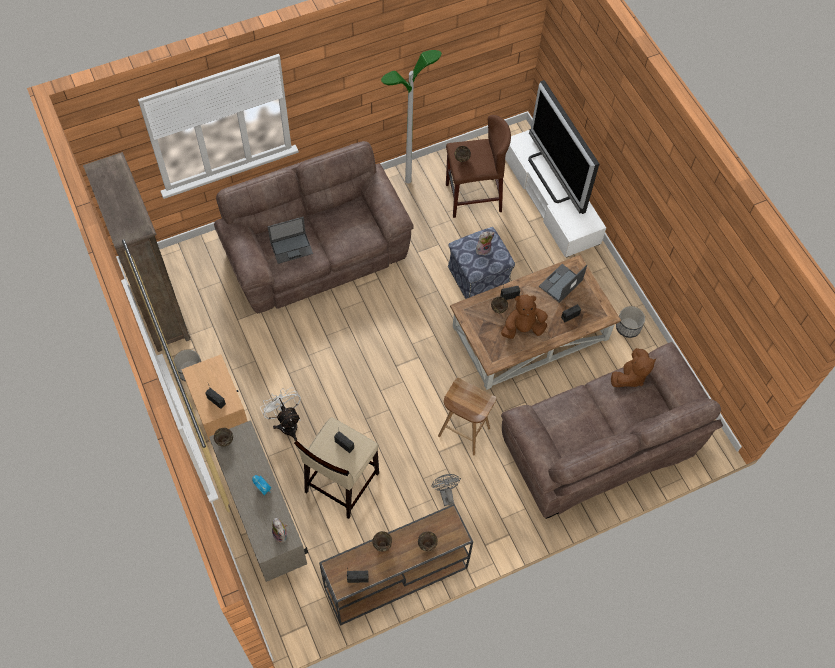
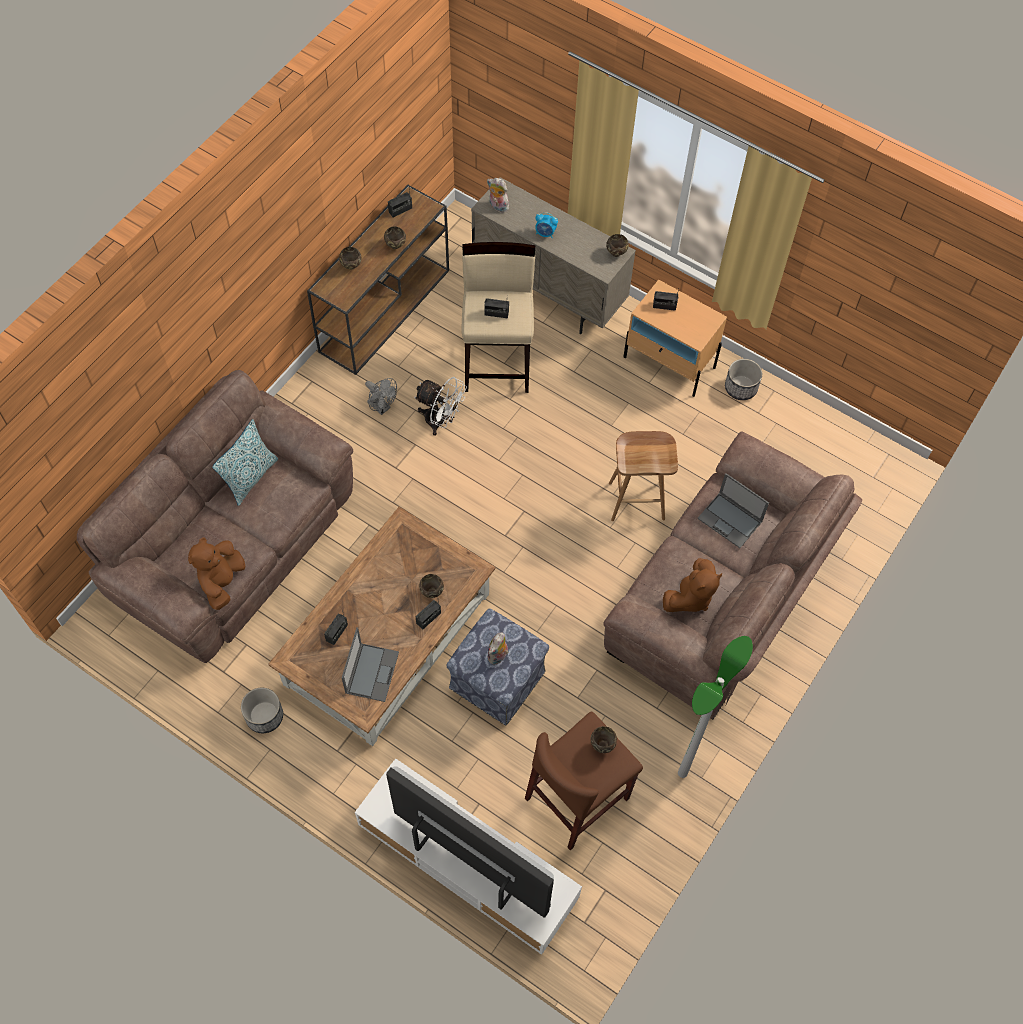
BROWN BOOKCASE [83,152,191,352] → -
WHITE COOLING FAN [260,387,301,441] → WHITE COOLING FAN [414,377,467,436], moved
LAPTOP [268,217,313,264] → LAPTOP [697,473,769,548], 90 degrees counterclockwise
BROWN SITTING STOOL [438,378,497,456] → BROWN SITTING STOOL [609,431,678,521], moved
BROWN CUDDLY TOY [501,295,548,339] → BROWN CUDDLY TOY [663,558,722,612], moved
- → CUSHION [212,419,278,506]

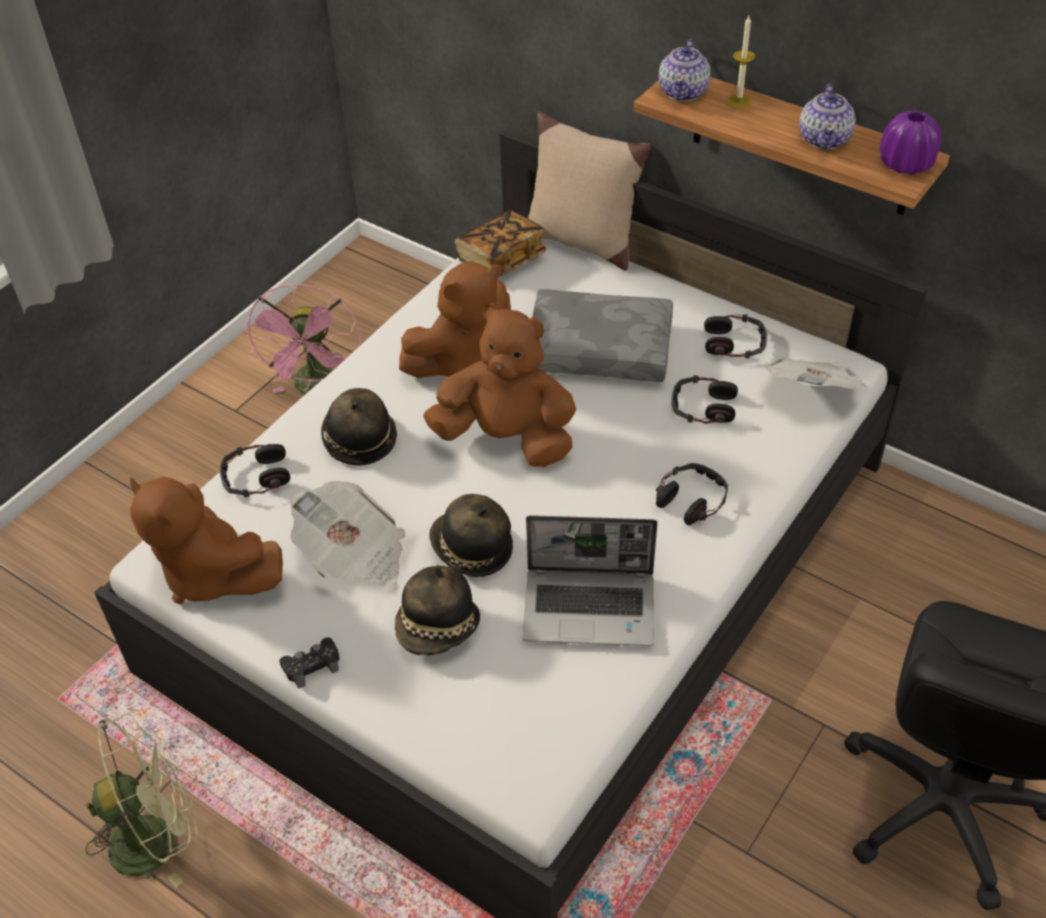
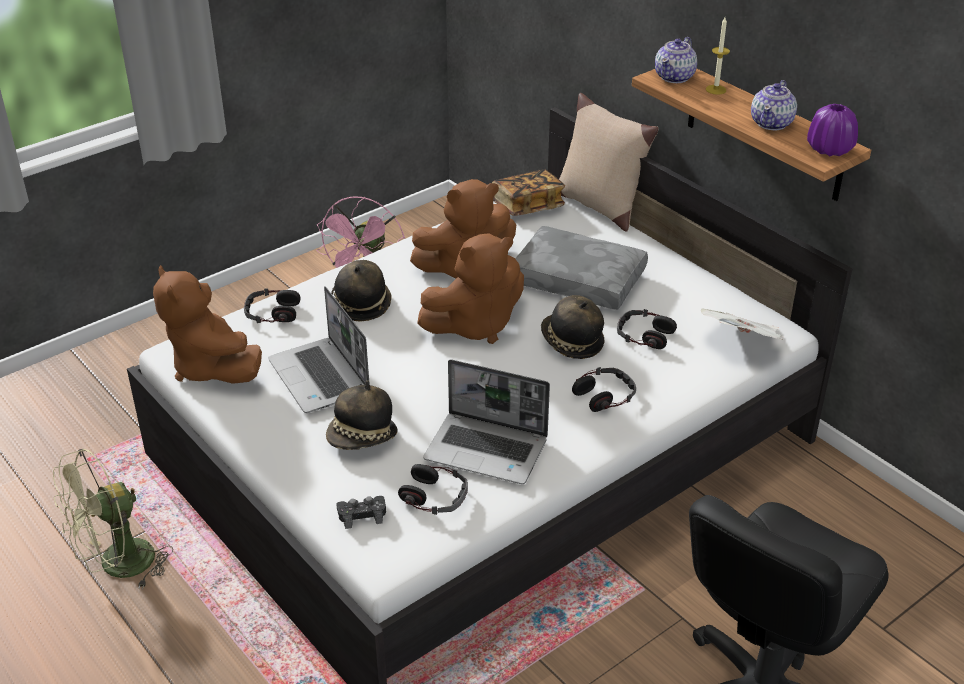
GREEN-COLOURED COOLING FAN [85,710,198,888] → GREEN-COLOURED COOLING FAN [53,448,173,589], 150 degrees clockwise
BLACK-COLOURED JOYPAD [279,637,339,688] → BLACK-COLOURED JOYPAD [336,496,386,529], moved
PRINTED PAPER [290,481,405,587] → LAPTOP [268,286,369,413]
BROWN CUDDLY TOY [423,303,576,467] → BROWN CUDDLY TOY [417,233,524,344], 120 degrees clockwise
HAT [429,494,513,577] → HAT [541,295,604,359], moved
HEADPHONES [704,314,767,358] → HEADPHONES [398,464,468,515], moved

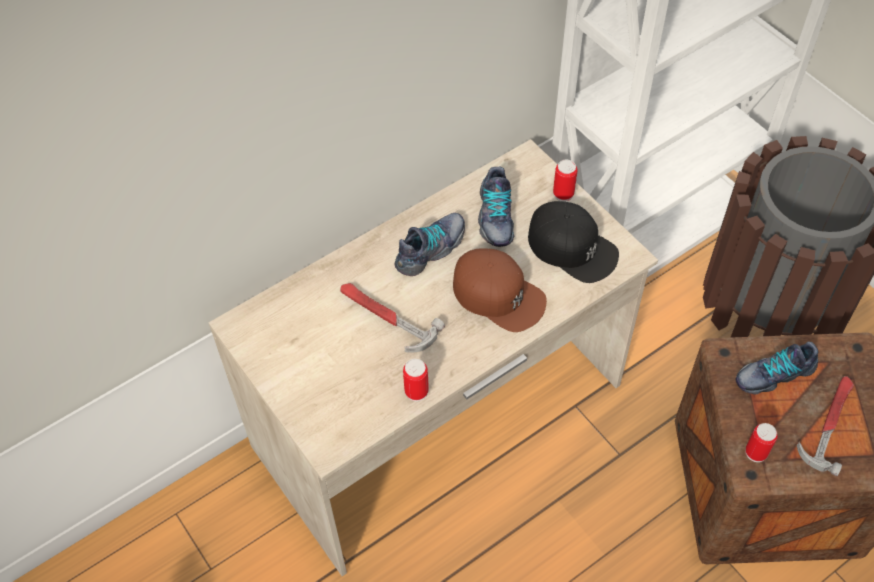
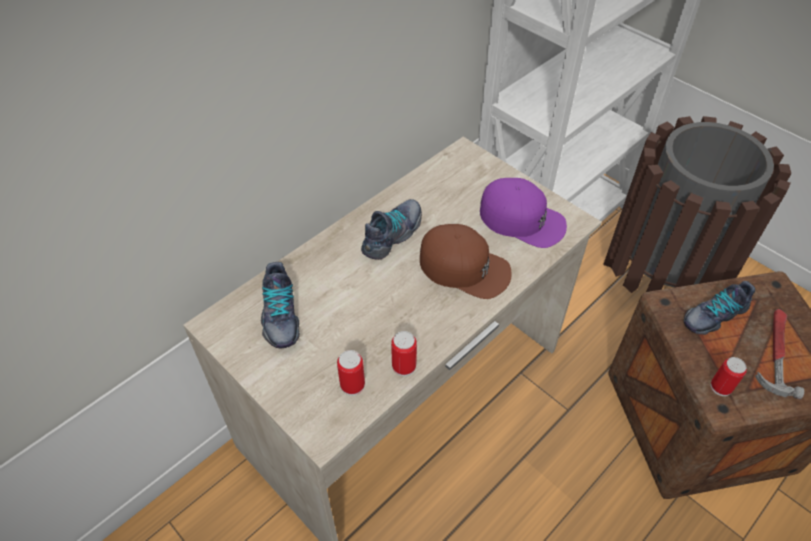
HAND HAMMER [340,283,445,353] → -
LOW SHOE [478,167,514,247] → LOW SHOE [261,262,300,349], moved
BLACK-COLOURED PEAKED CAP [528,201,619,283] → PURPLE PEAKED CAP [480,178,567,248]
METAL CAN [553,160,577,202] → METAL CAN [337,350,365,396], moved

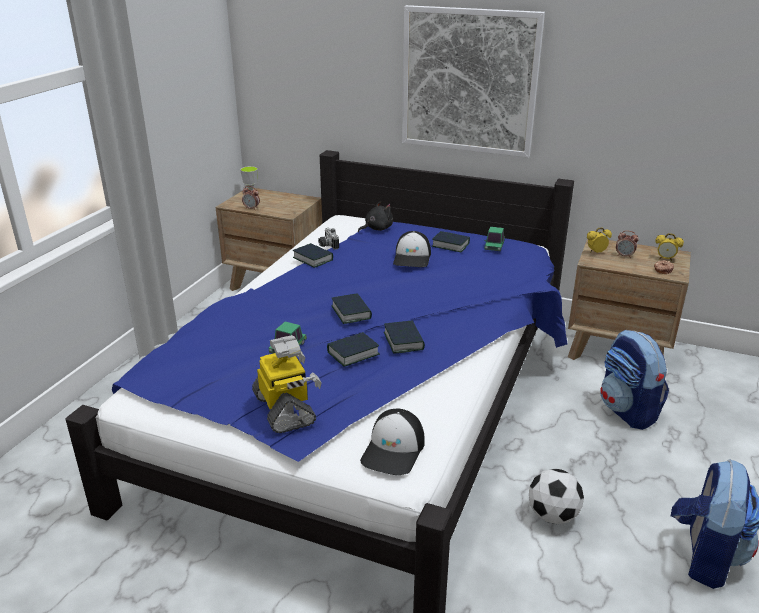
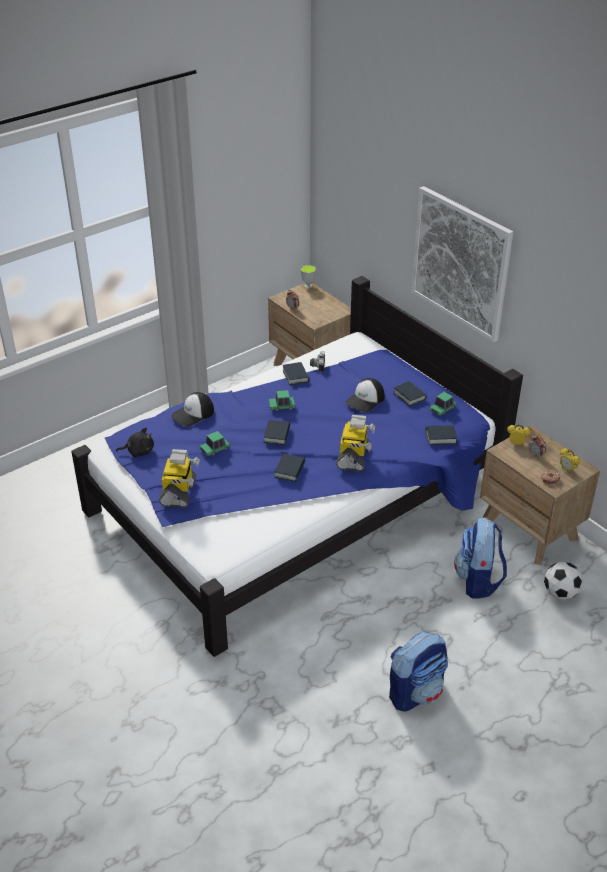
BOUND BOOK [327,332,380,367] → BOUND BOOK [425,425,457,445], moved
BLACK-COLOURED CUDDLY TOY [358,201,393,232] → BLACK-COLOURED CUDDLY TOY [116,428,154,457], moved
PEAKED CAP [360,409,425,475] → PEAKED CAP [171,392,214,426], moved
BALL FOR FOOTBALL [529,469,584,524] → BALL FOR FOOTBALL [544,562,583,600], moved
- → TOY CAR [269,390,295,411]
- → MODEL ROBOT [336,415,375,472]

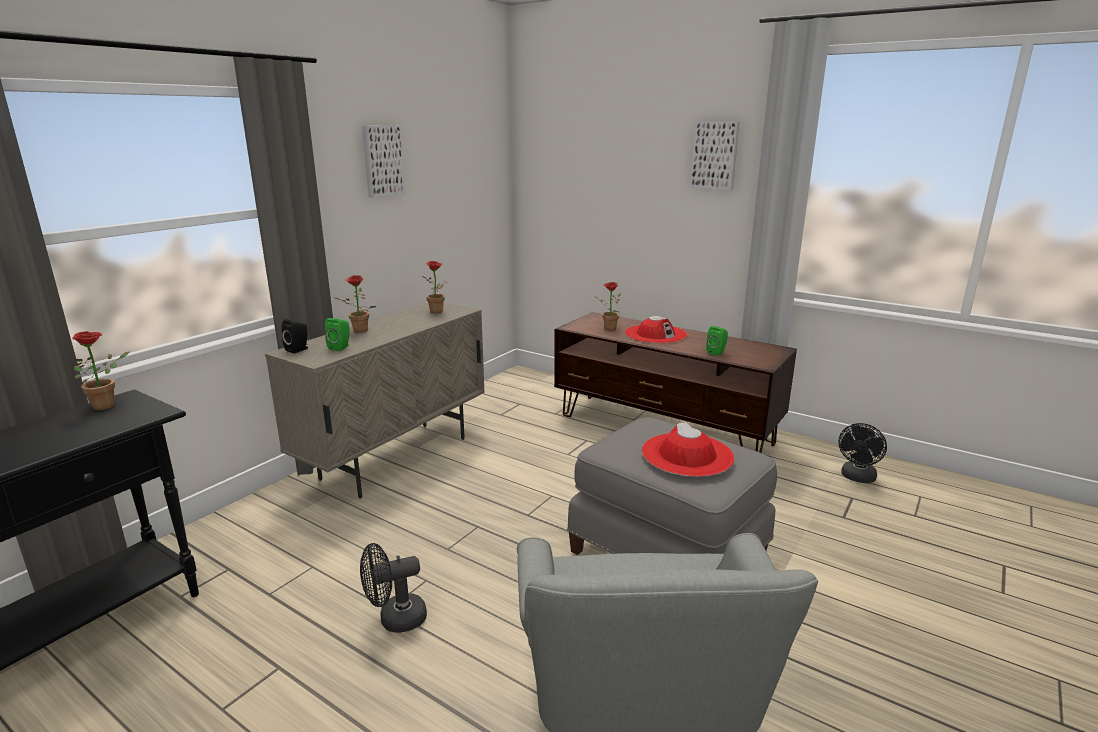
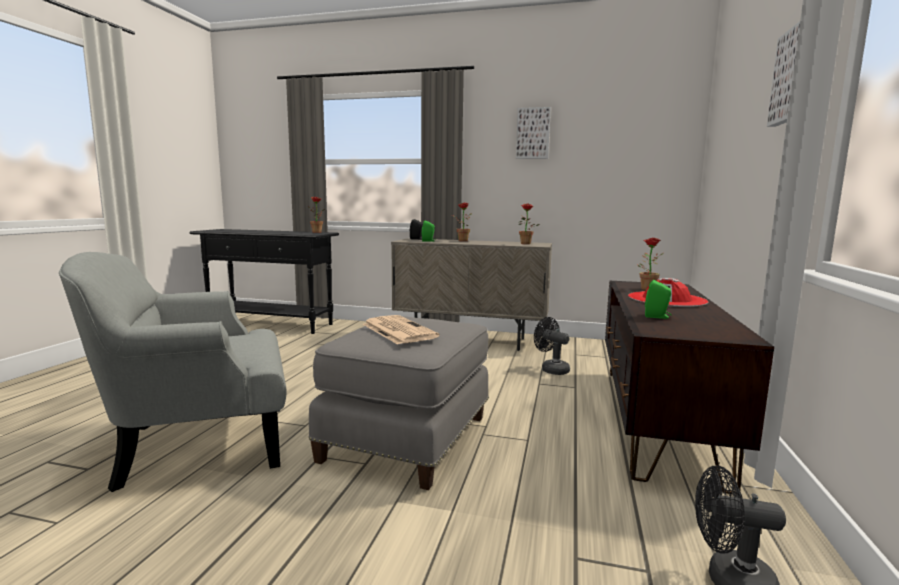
BLACK-COLOURED COOLING FAN [360,543,427,633] → BLACK-COLOURED COOLING FAN [534,317,570,375], moved
RED-COLOURED HAT [642,422,735,477] → PRINTED PAPER [363,315,440,345]

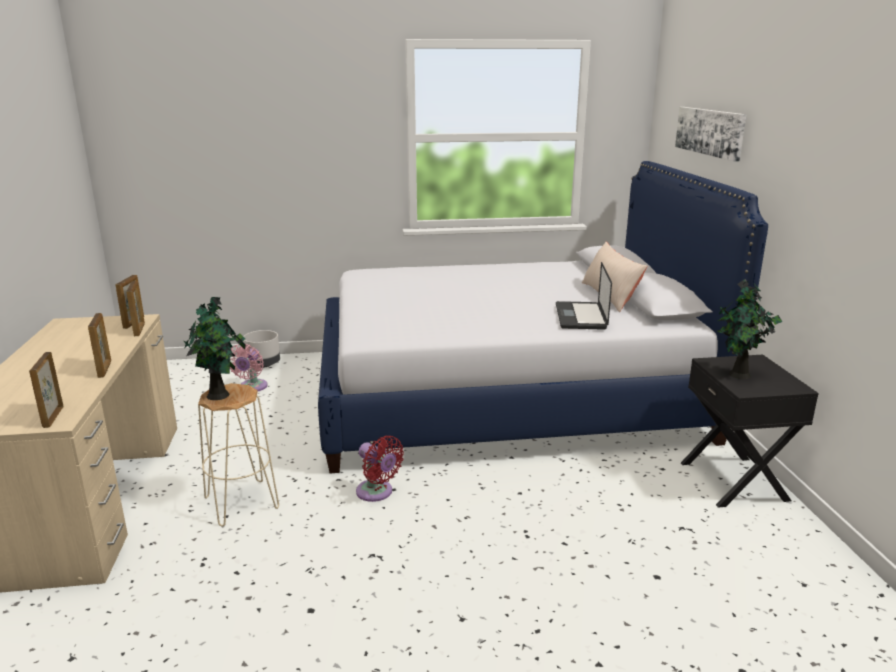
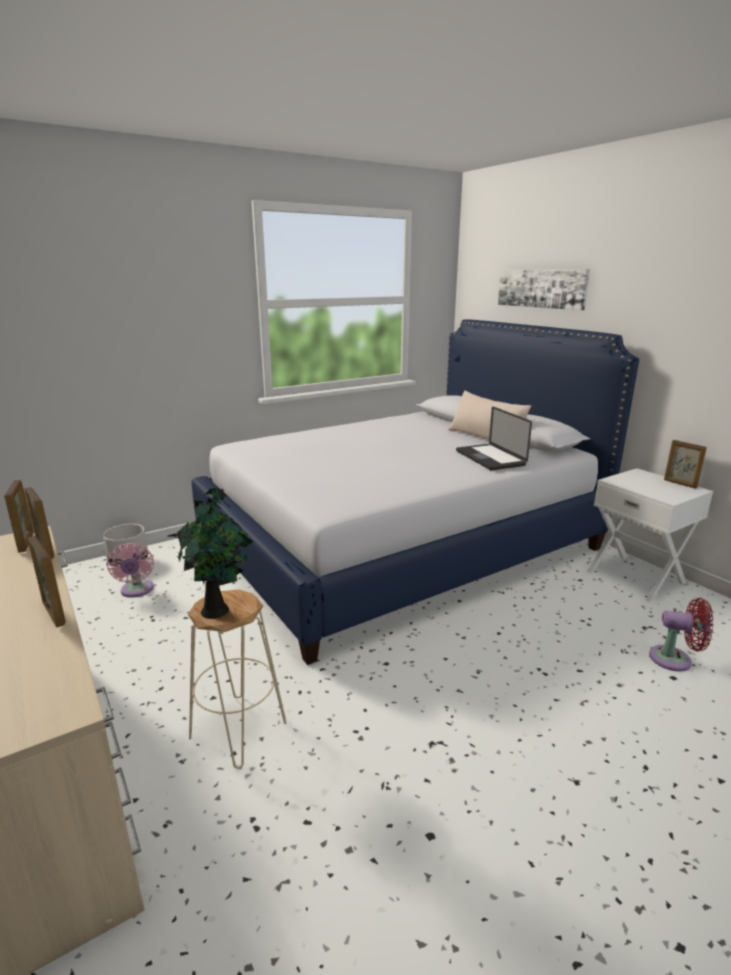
STANDING FRAME [29,352,64,428] → STANDING FRAME [664,440,707,489], moved
RED-COLOURED COOLING FAN [356,436,404,502] → RED-COLOURED COOLING FAN [649,598,713,671], moved
BLACK-COLOURED NIGHT TABLE [681,355,819,508] → WHITE NIGHT TABLE [587,468,713,602]
POTTED PLANT [717,280,782,379] → -

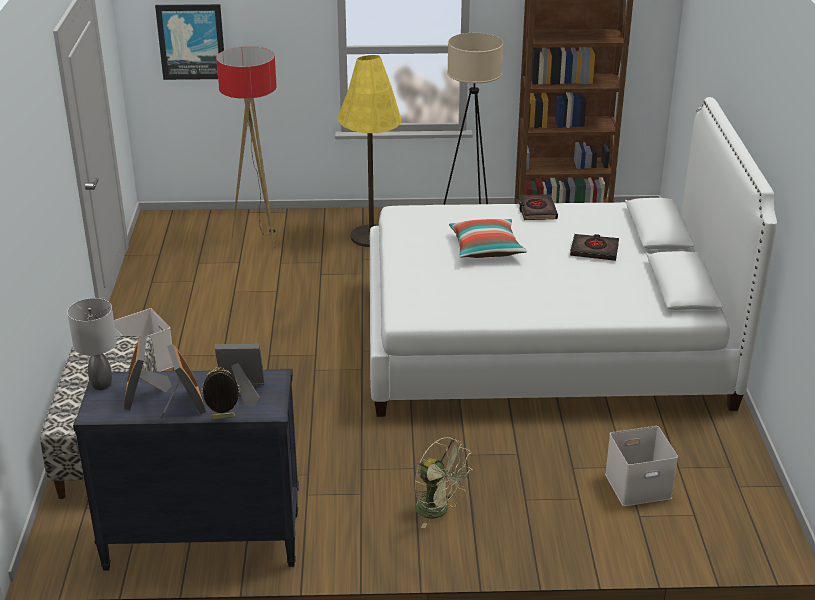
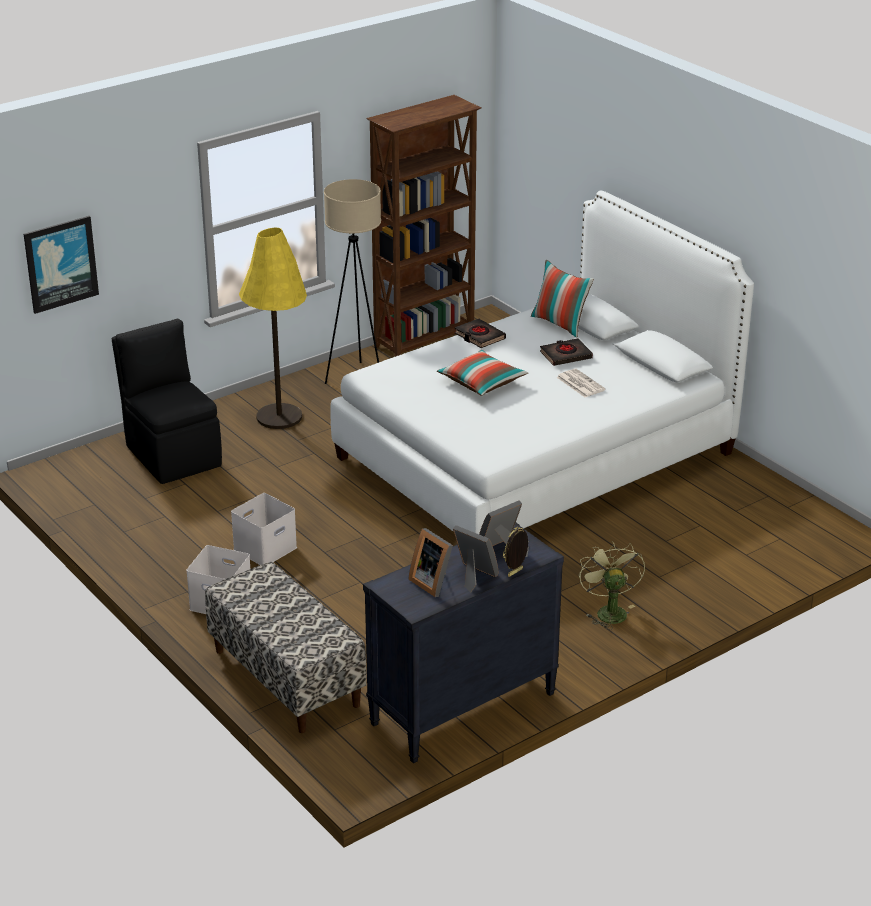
GREY TABLE LAMP [67,298,117,390] → -
STANDING LAMP [216,46,277,248] → BLACK-COLOURED CHAIR [112,319,222,484]
GREEN-COLOURED COOLING FAN [415,437,473,528] → GREEN-COLOURED COOLING FAN [579,541,645,630], 105 degrees counterclockwise
WHITE STORAGE CONTAINER [605,426,678,506] → WHITE STORAGE CONTAINER [231,493,297,565], moved
- → CUSHION [531,260,594,338]
- → PRINTED PAPER [556,369,606,397]

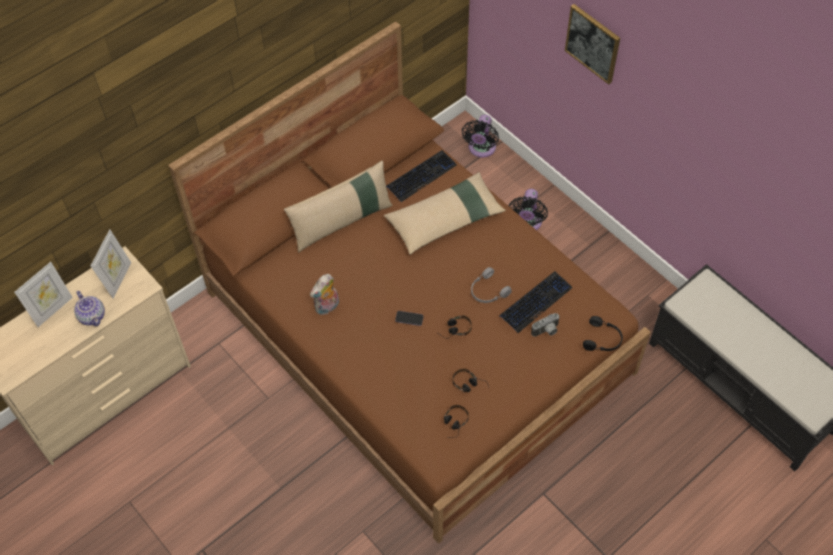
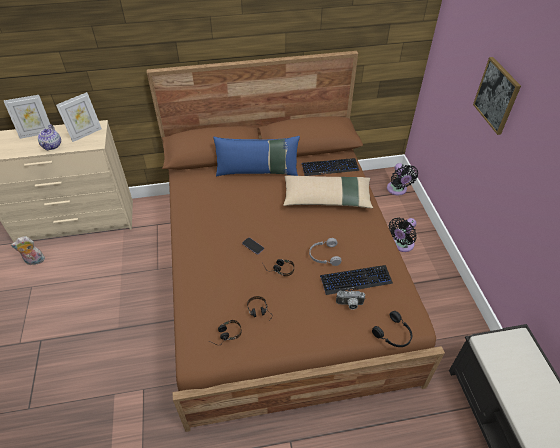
BEIGE-COLOURED CUSHION [284,161,393,252] → BLUISH CUSHION [213,136,300,177]
CUDDLY TOY [310,274,339,315] → CUDDLY TOY [11,236,45,265], moved
BLACK-COLOURED COOLING FAN [462,115,499,158] → BLACK-COLOURED COOLING FAN [387,163,418,195], 60 degrees counterclockwise

